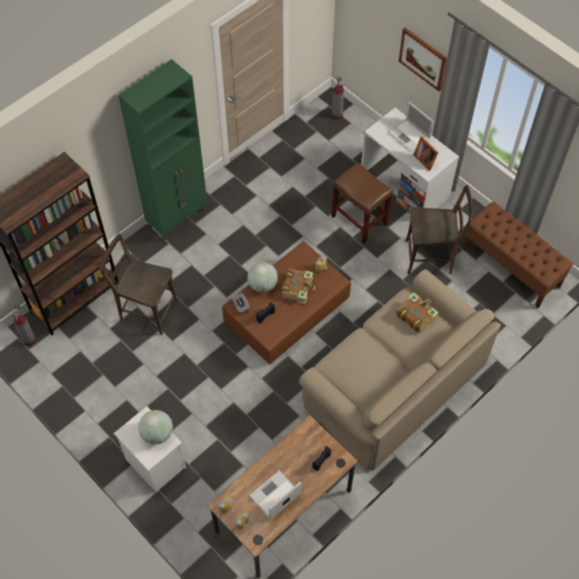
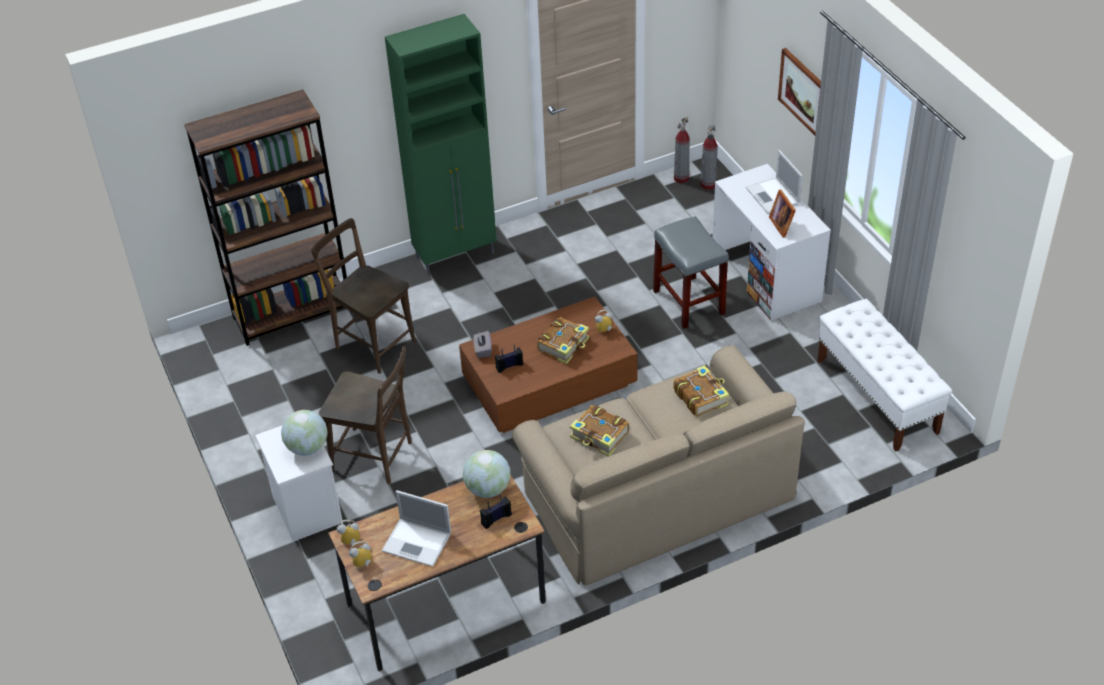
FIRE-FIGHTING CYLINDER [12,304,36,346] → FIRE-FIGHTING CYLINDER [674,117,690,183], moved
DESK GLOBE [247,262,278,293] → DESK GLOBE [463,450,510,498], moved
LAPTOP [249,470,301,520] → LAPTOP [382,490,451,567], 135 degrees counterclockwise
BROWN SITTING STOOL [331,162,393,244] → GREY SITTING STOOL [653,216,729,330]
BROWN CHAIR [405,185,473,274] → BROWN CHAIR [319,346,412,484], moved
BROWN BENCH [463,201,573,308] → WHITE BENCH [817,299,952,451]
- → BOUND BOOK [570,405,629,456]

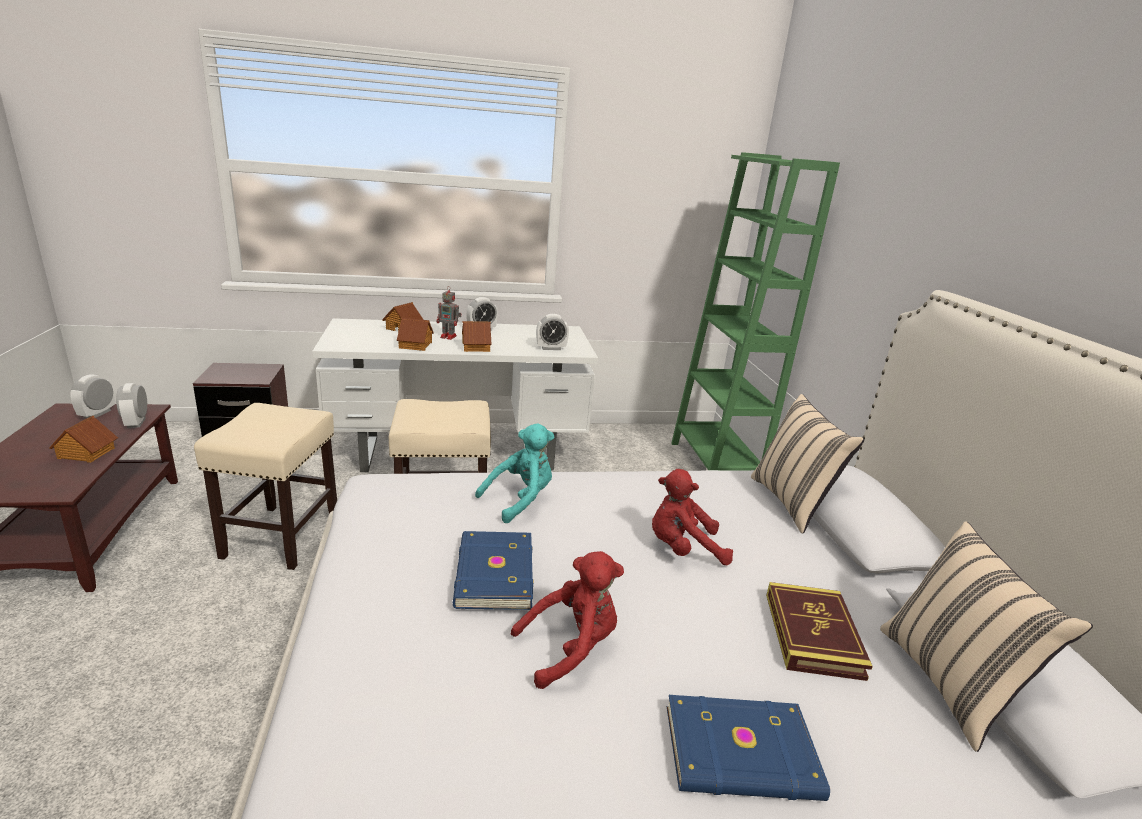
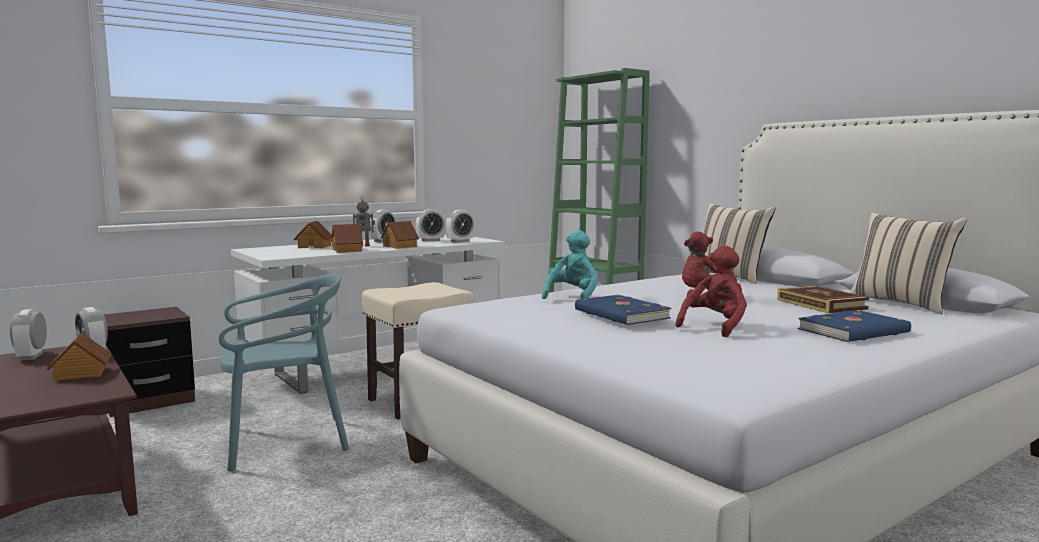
BEIGE-COLOURED SITTING STOOL [194,403,337,570] → TURQUOISE-COLOURED CHAIR [219,274,349,472]
- → BEDSIDE CLOCK [416,209,445,242]

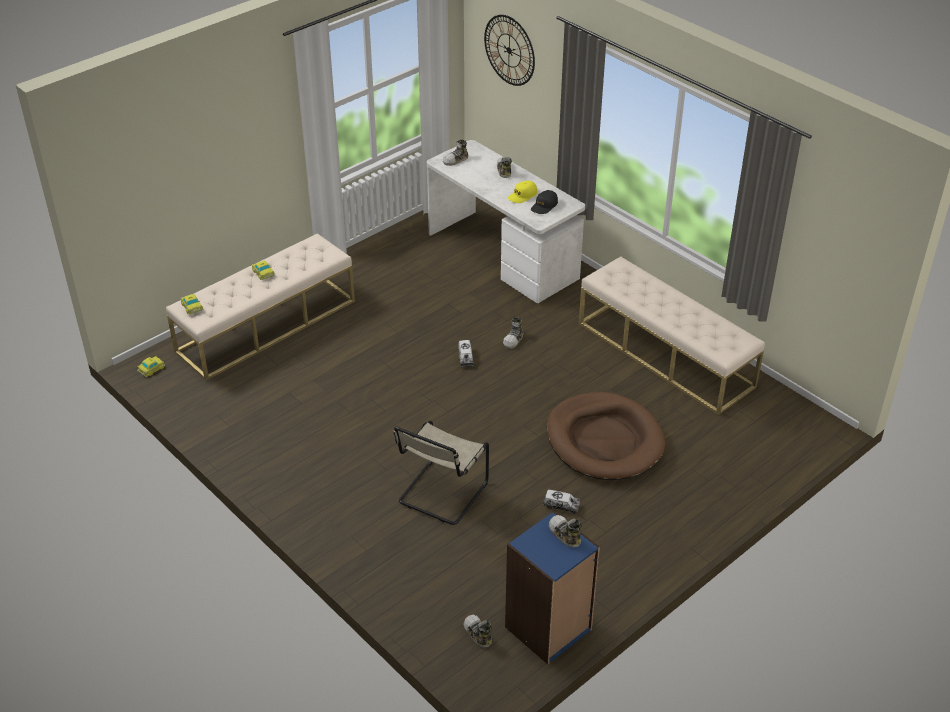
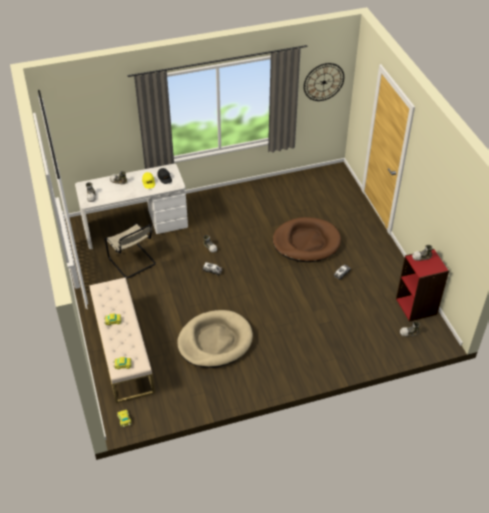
BEIGE-COLOURED CHAIR [393,421,489,525] → BEIGE-COLOURED CHAIR [105,223,156,278], moved
CLOCK ON THE WALL [484,15,535,86] → CLOCK ON THE WALL [304,63,344,101], moved
BLUISH BOOKCASE [505,511,600,664] → RED-COLOURED BOOKCASE [396,249,449,322]
BEIGE-COLOURED BENCH [579,256,765,415] → -
- → BEIGE-COLOURED DOG BED [177,310,253,368]

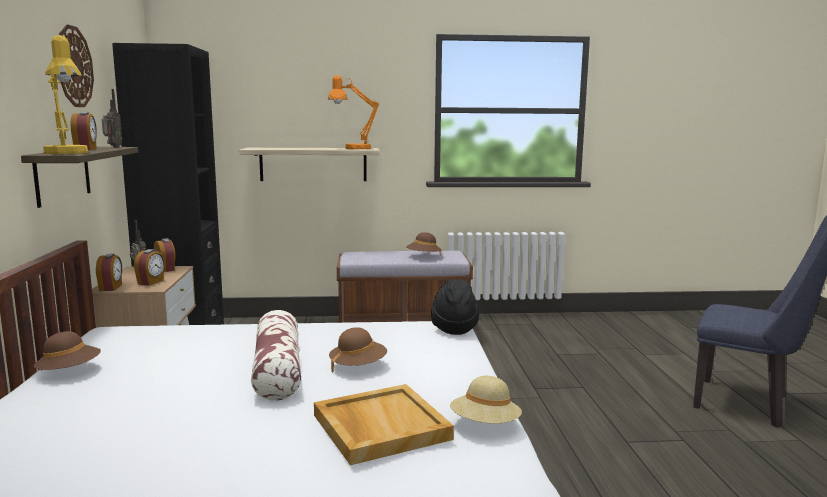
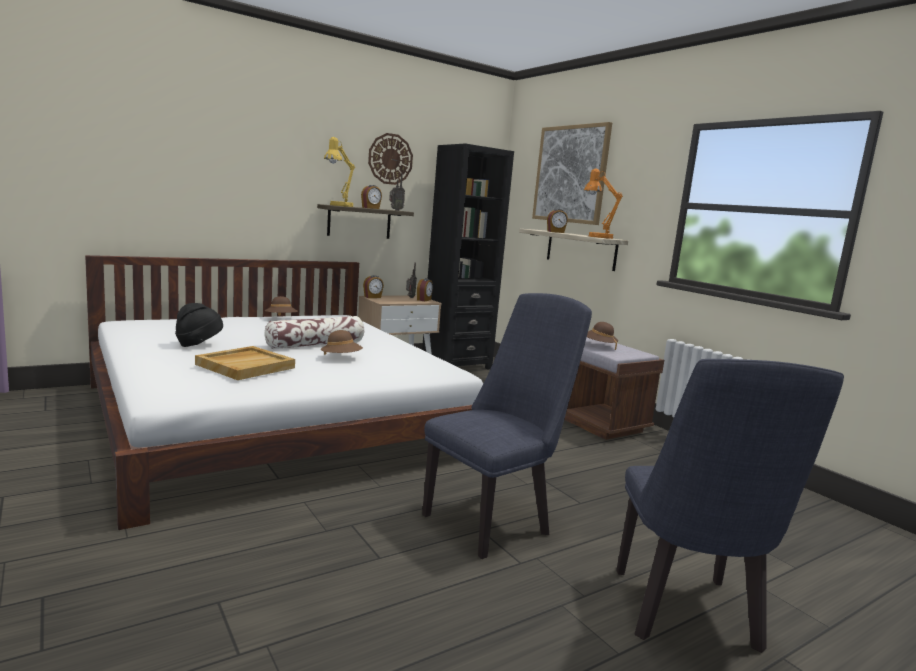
BEDSIDE CLOCK [134,249,165,286] → BEDSIDE CLOCK [547,209,568,233], moved
BLACK-COLOURED HAT [431,279,480,335] → BLACK-COLOURED HAT [175,303,223,347], moved
BEIGE-COLOURED HAT [450,376,522,424] → -
- → BLUISH CHAIR [422,293,592,559]
- → PICTURE [532,122,612,225]

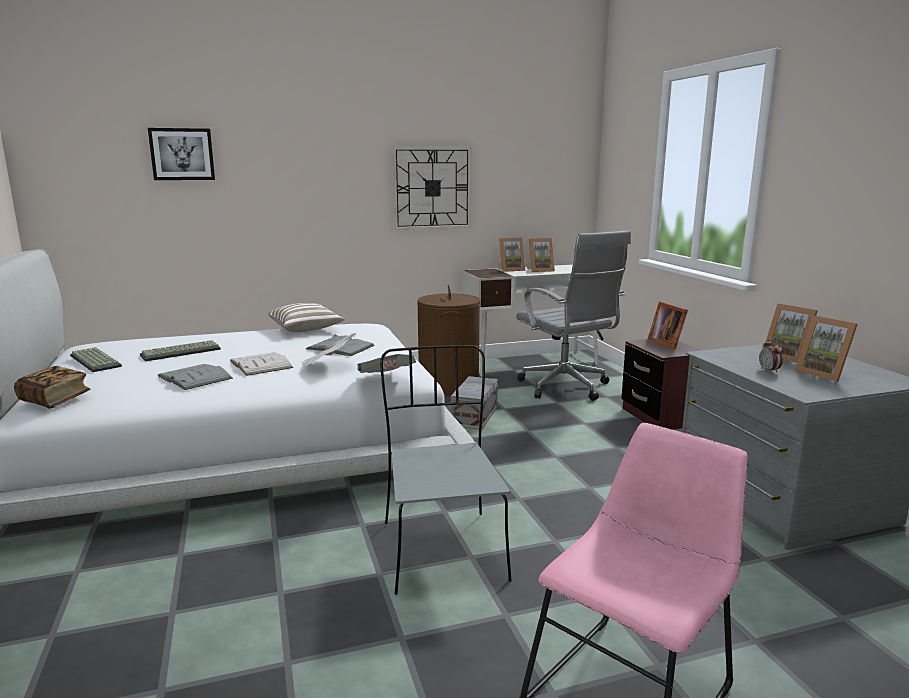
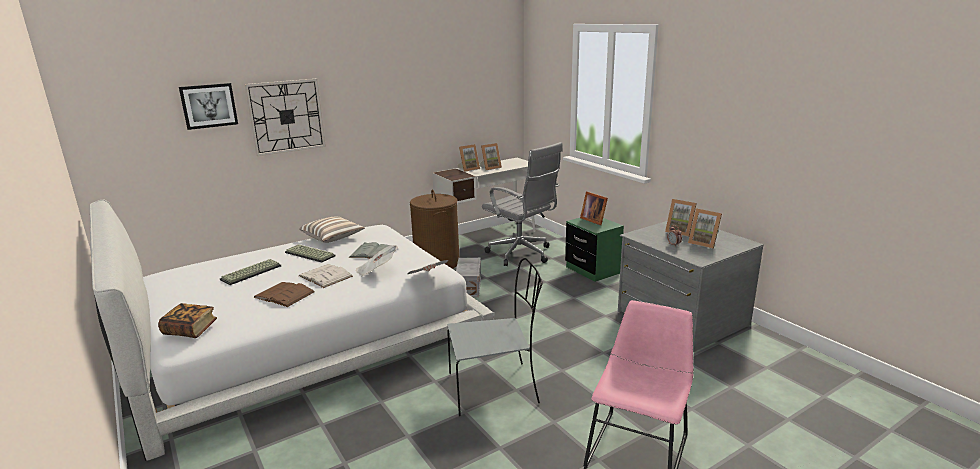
COMPUTER KEYBOARD [70,347,122,372] → COMPUTER KEYBOARD [285,244,336,263], moved
GREY BOUND BOOK [158,364,233,390] → BROWN BOUND BOOK [253,282,315,307]
GREY CHAIR [380,345,512,595] → GREY CHAIR [447,258,542,416], 105 degrees clockwise
CLOCK ON THE WALL [392,146,471,230] → CLOCK ON THE WALL [244,79,326,156], moved
BROWN NIGHT TABLE [621,339,701,430] → GREEN-COLOURED NIGHT TABLE [565,218,624,282]

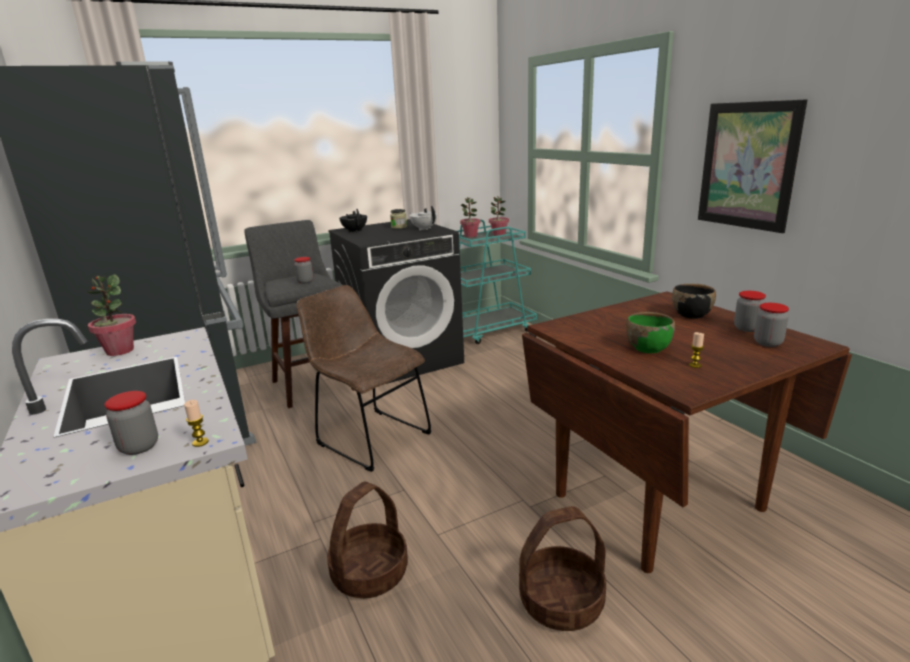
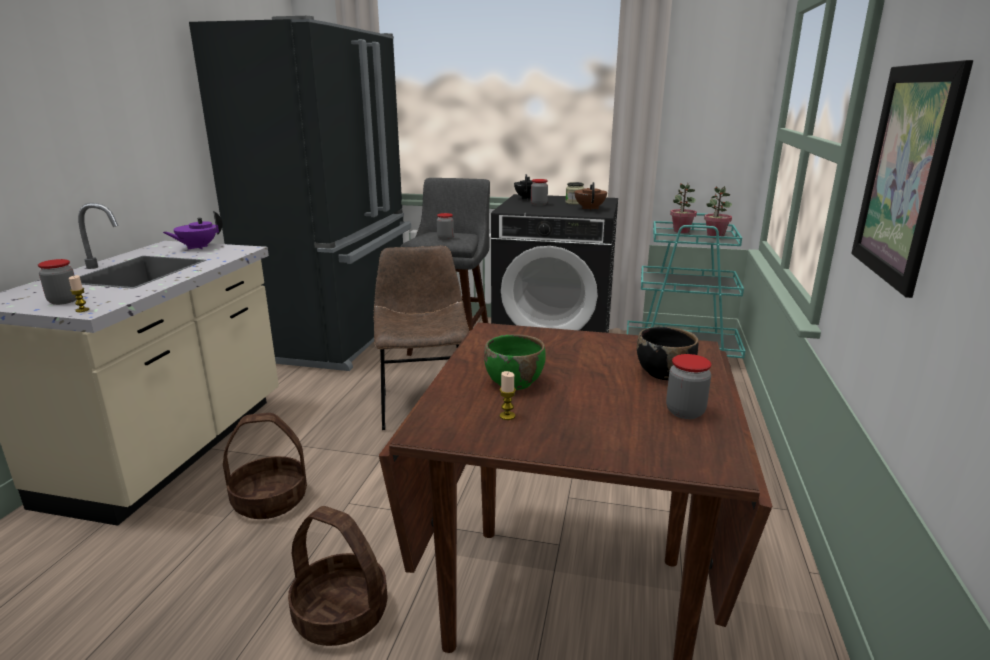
POTTED PLANT [87,274,136,356] → PURPLE TEAPOT [163,211,222,249]
WHITE TEAPOT [409,206,437,230] → BROWN TEAPOT [574,182,607,210]
JAR [754,303,789,347] → JAR [531,179,548,206], moved

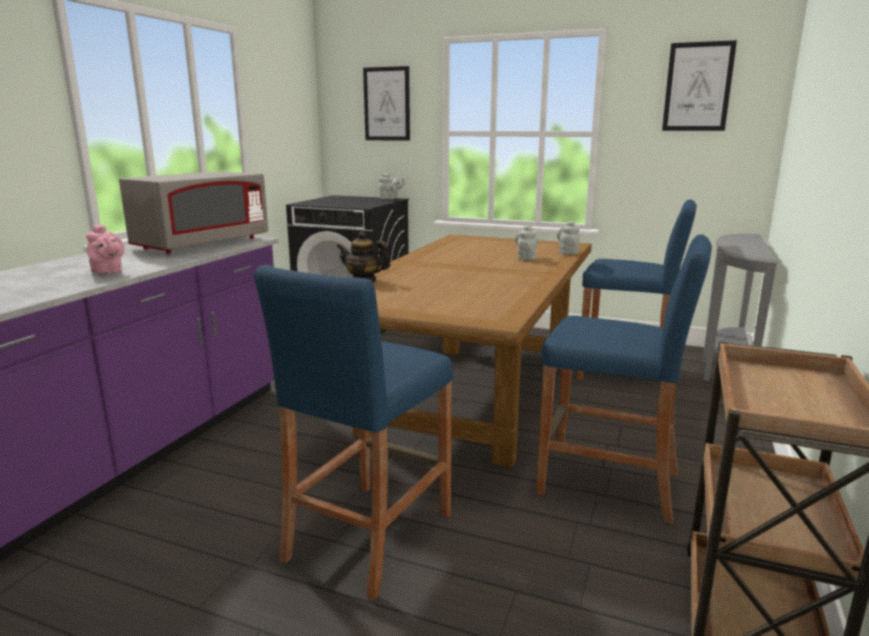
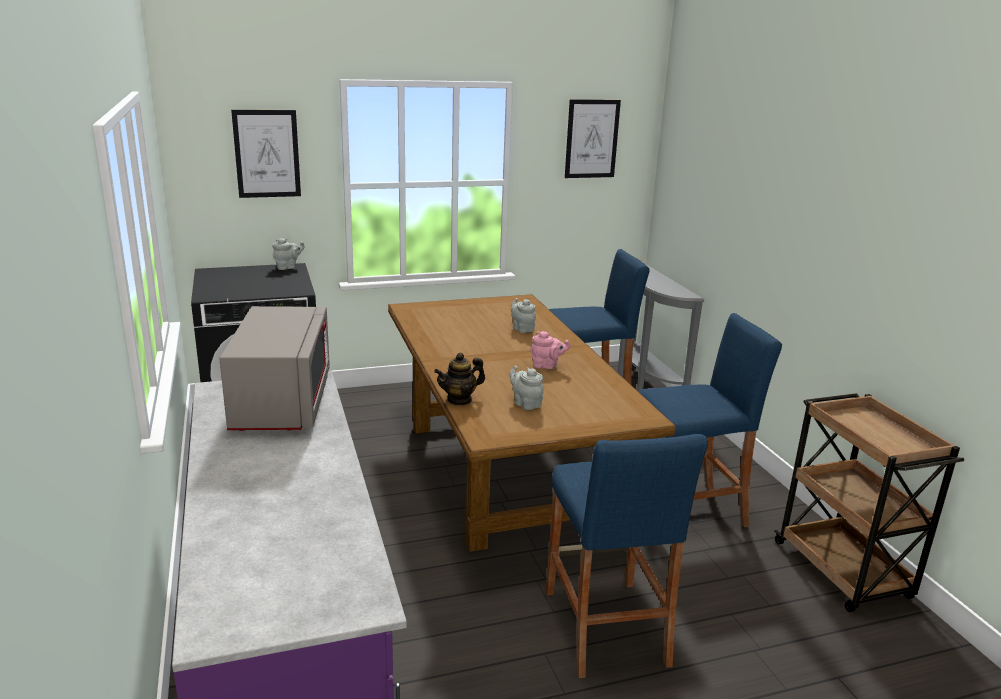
PINK-COLOURED TEAPOT [86,224,124,275] → PINK-COLOURED TEAPOT [531,331,571,369], moved
GREY TEAPOT [557,221,580,254] → GREY TEAPOT [510,365,544,410], moved

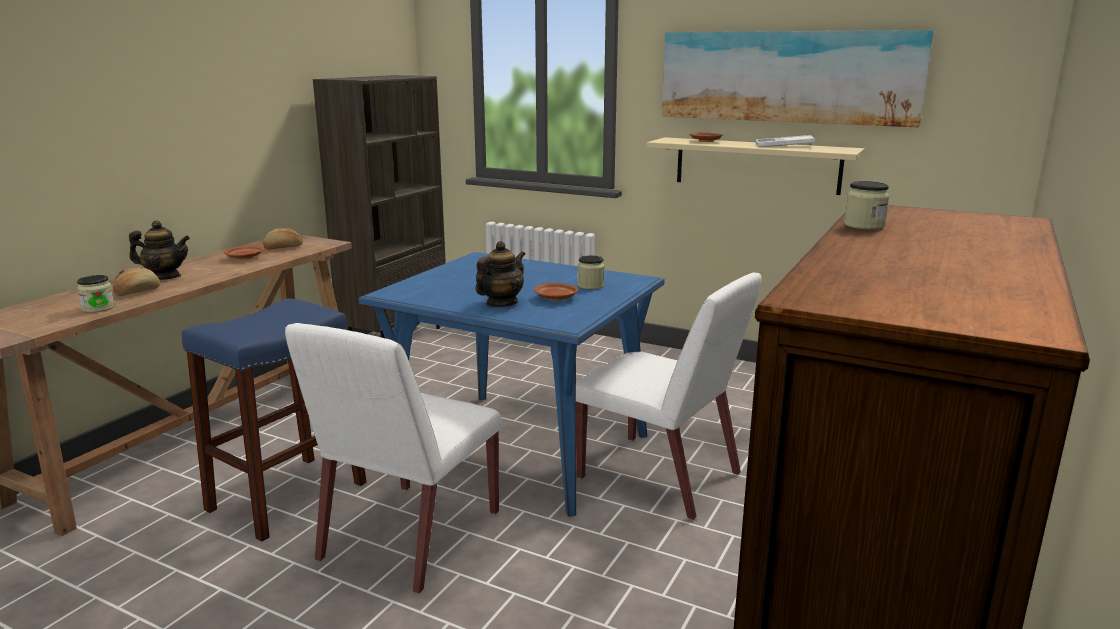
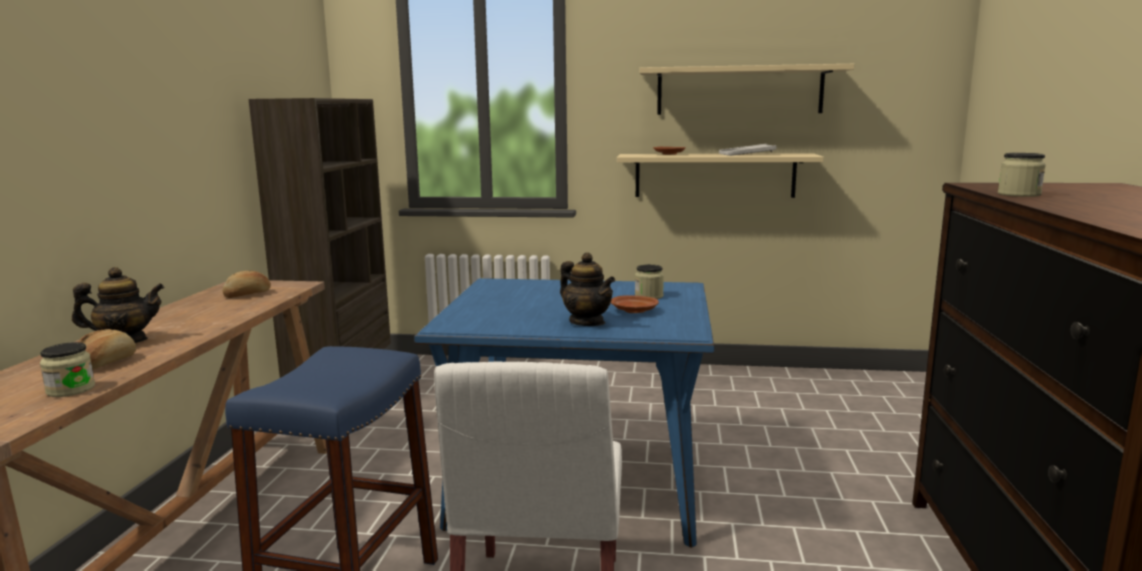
BROWN DINNER PLATE [224,246,264,260] → -
TEAPOT [475,241,525,307] → TEAPOT [560,252,615,326], 120 degrees clockwise
WHITE CHAIR [576,272,762,520] → -
PICTURE [662,30,933,127] → BEIGE-COLOURED SHELF [639,64,854,115]

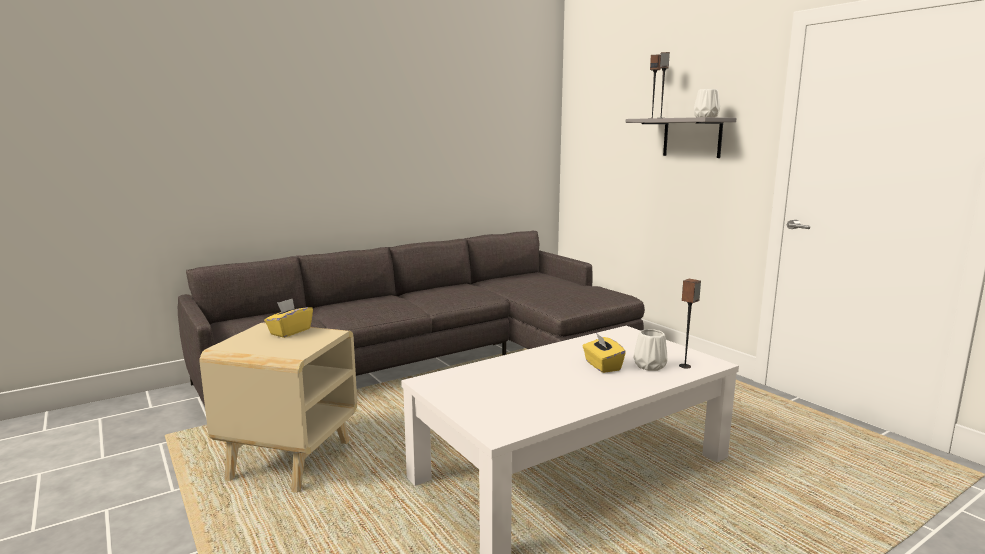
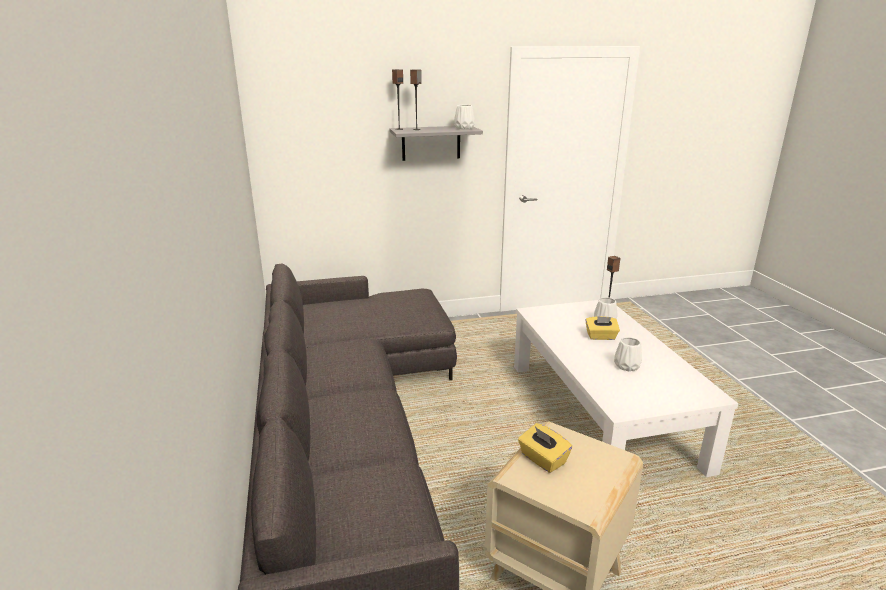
- → WHITE DECORATIVE VASE [614,337,642,371]

